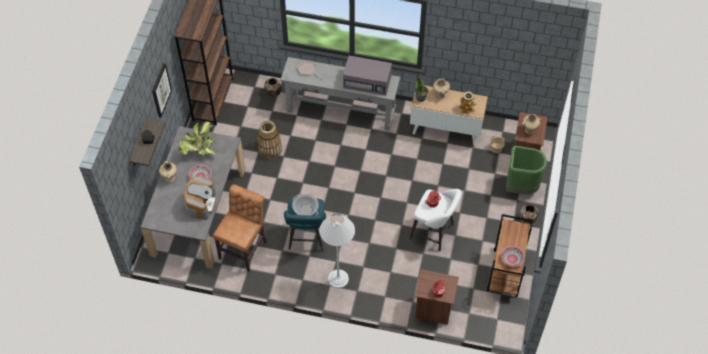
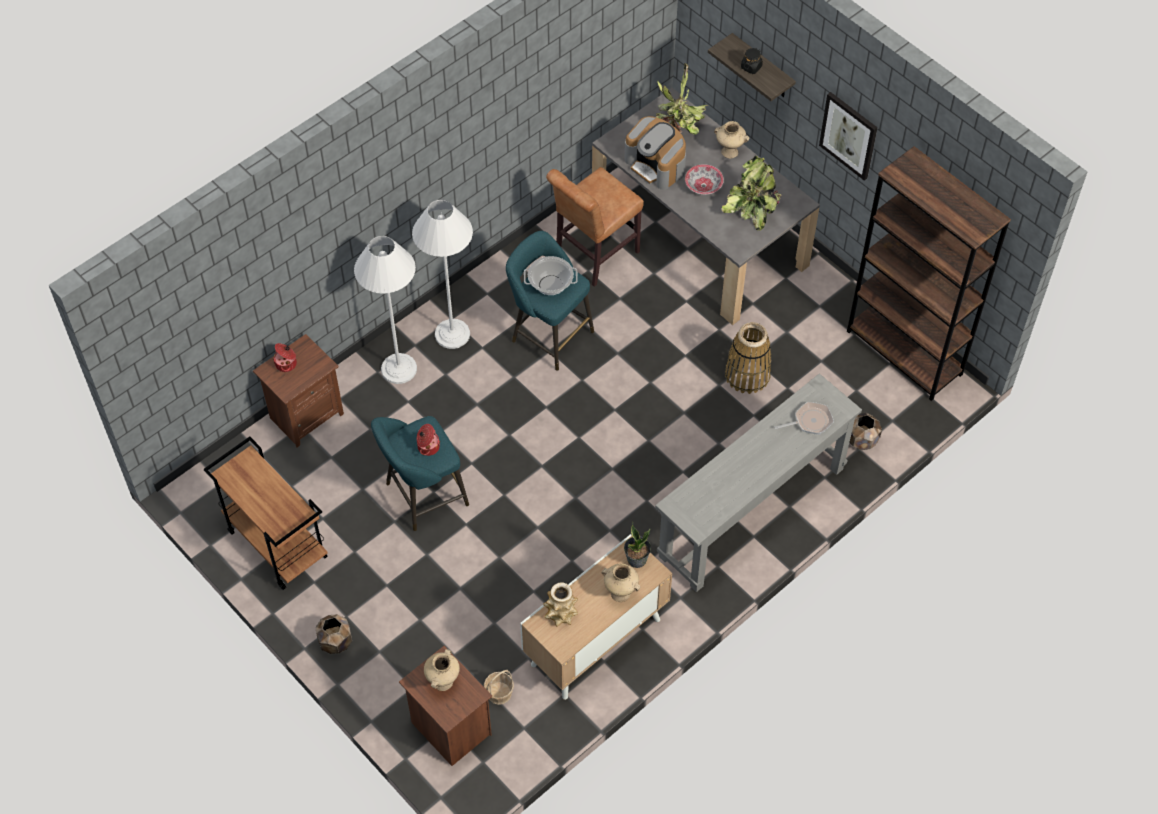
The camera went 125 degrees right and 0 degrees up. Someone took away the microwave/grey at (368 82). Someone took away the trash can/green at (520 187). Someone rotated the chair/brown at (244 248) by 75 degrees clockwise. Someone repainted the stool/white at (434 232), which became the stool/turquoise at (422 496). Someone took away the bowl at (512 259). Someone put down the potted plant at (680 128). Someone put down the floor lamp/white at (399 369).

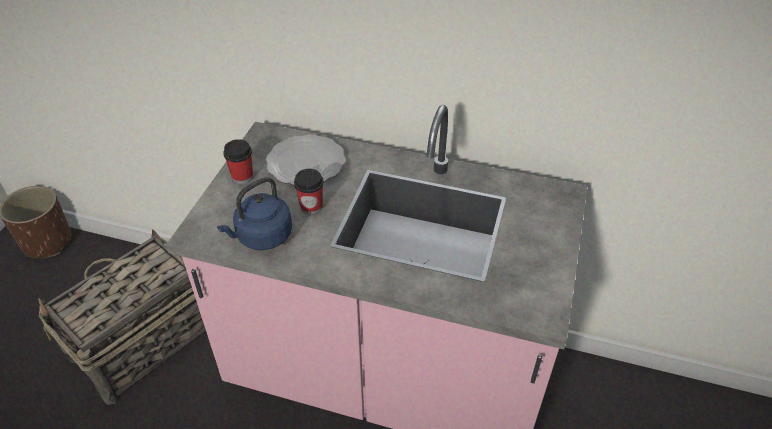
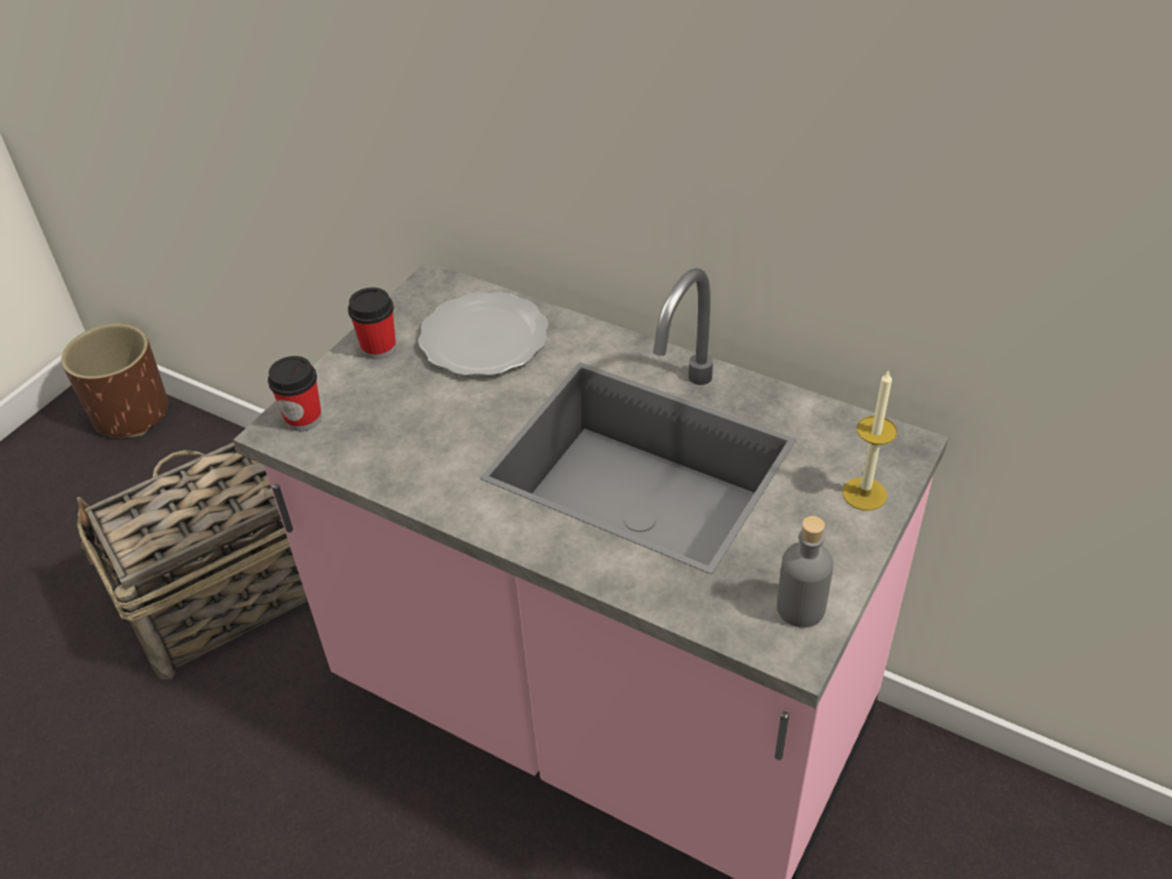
The camera went 15 degrees right and 0 degrees up. Someone carried the cup from (311 207) to (303 418). Someone took away the kettle/blue at (262 237). Someone put down the candle at (864 494). Someone put down the bottle/grey at (800 608).

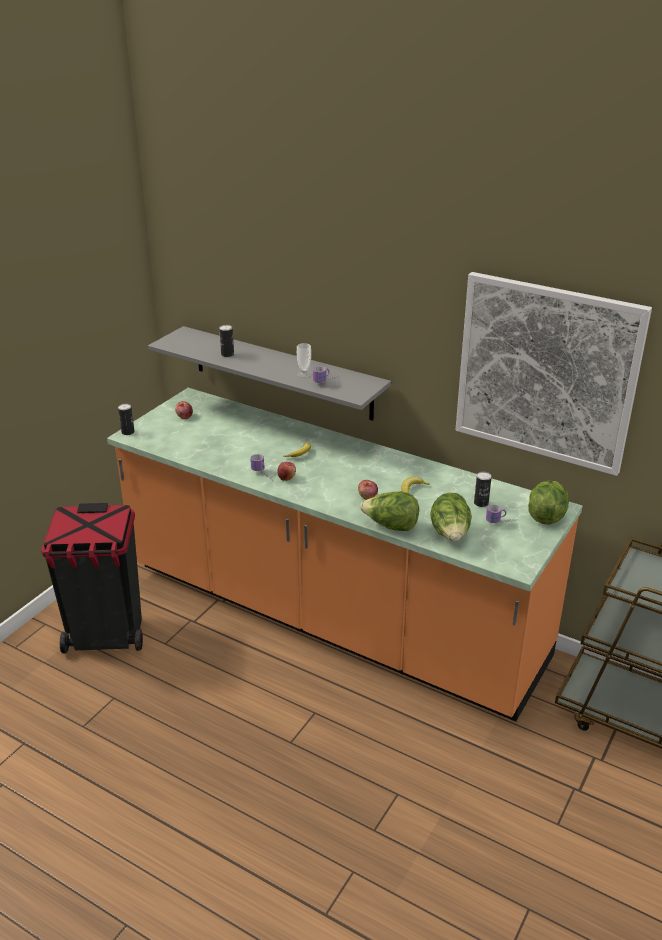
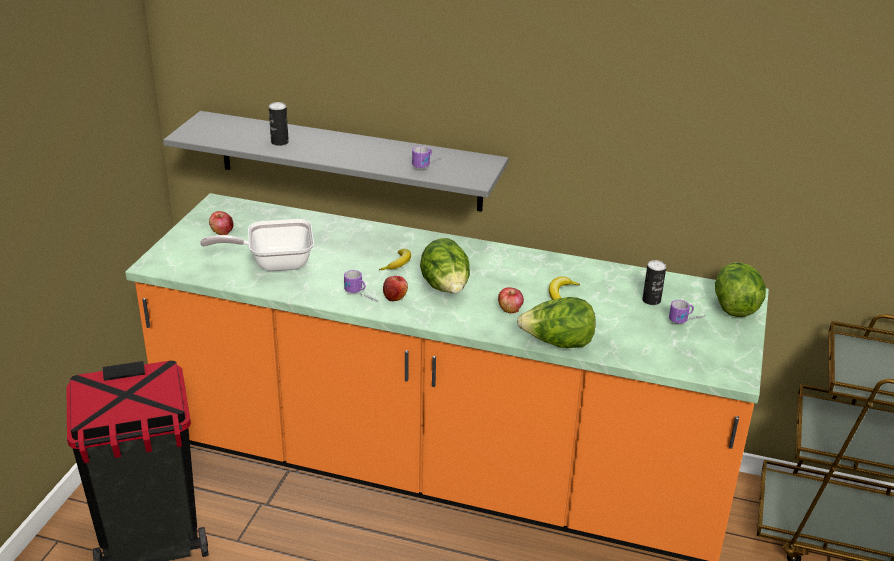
The camera went 15 degrees left and 0 degrees up. Someone took away the picture at (546 372). Someone took away the cup at (304 374). Someone took away the can at (128 432). Someone carried the lettuce from (450 535) to (446 289). Someone put down the frying pan at (273 263).

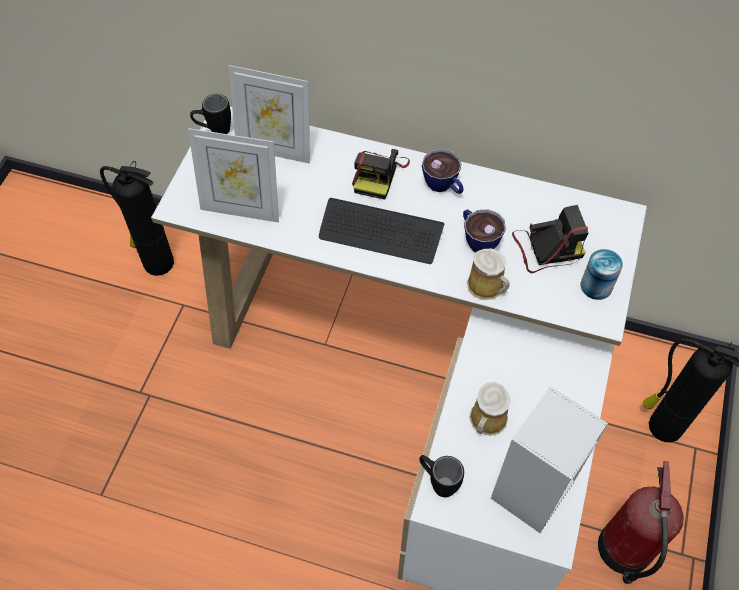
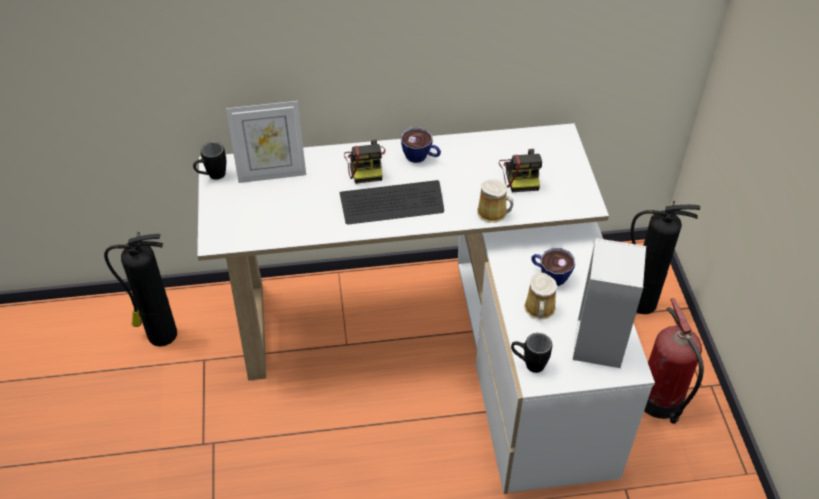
The camera went 25 degrees left and 10 degrees down. Someone took away the picture frame at (241 209). Someone rotated the photo camera at (546 249) by 120 degrees clockwise. Someone carried the cup from (477 239) to (549 275). Someone took away the can at (596 286).

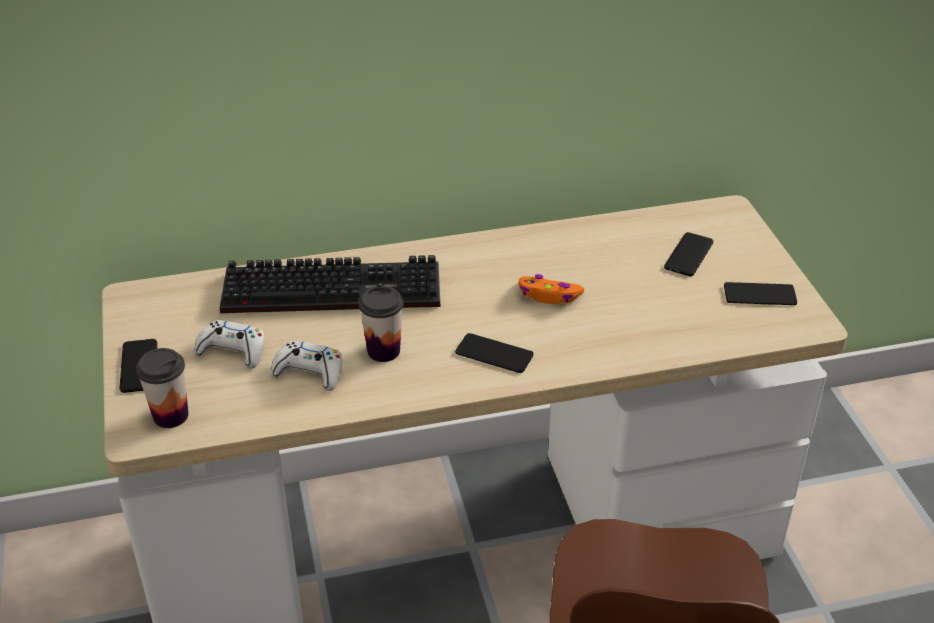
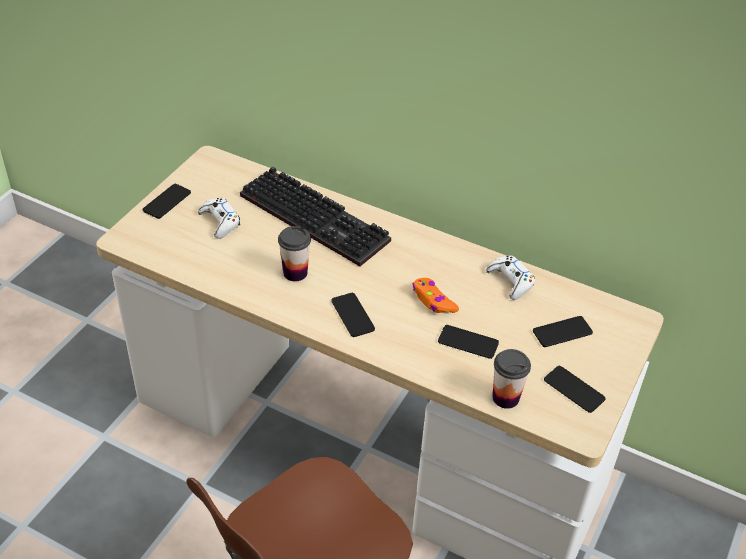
The camera went 40 degrees right and 5 degrees up. Someone carried the game controller/white from (309 372) to (510 281). Someone carried the cup from (171 416) to (505 398). Someone put down the phone at (468 342).

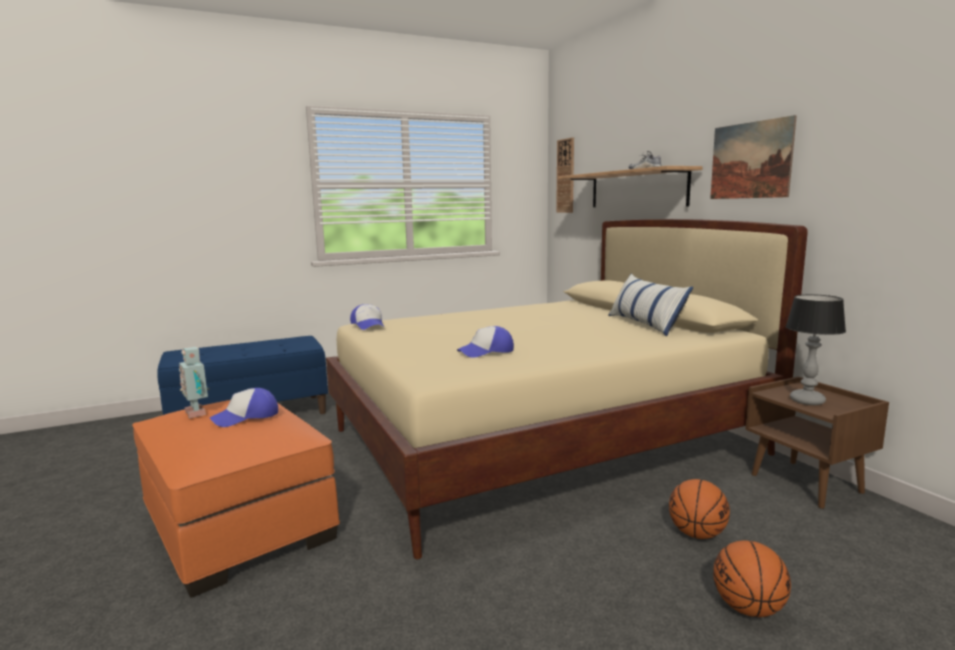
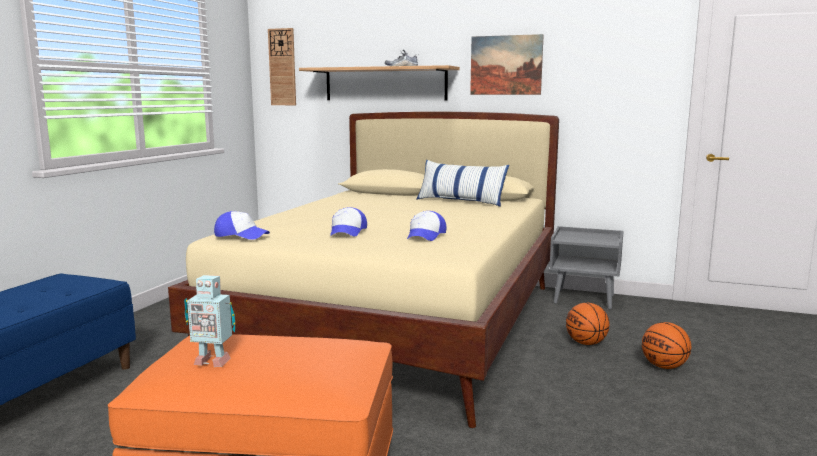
The camera went 45 degrees left and 0 degrees up. Someone took away the table lamp at (806 401). Someone repainted the nightstand/brown at (807 484), which became the nightstand/grey at (584 299). Someone carried the cap from (246 417) to (348 232).

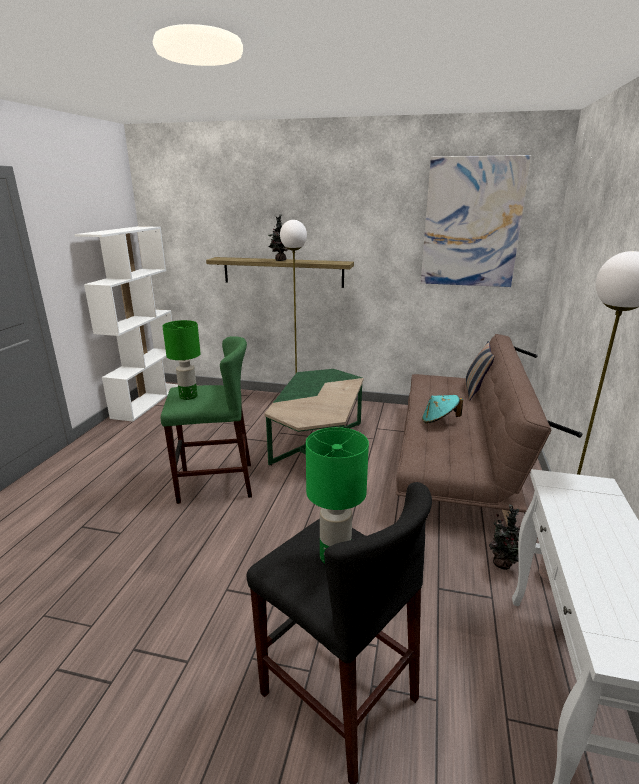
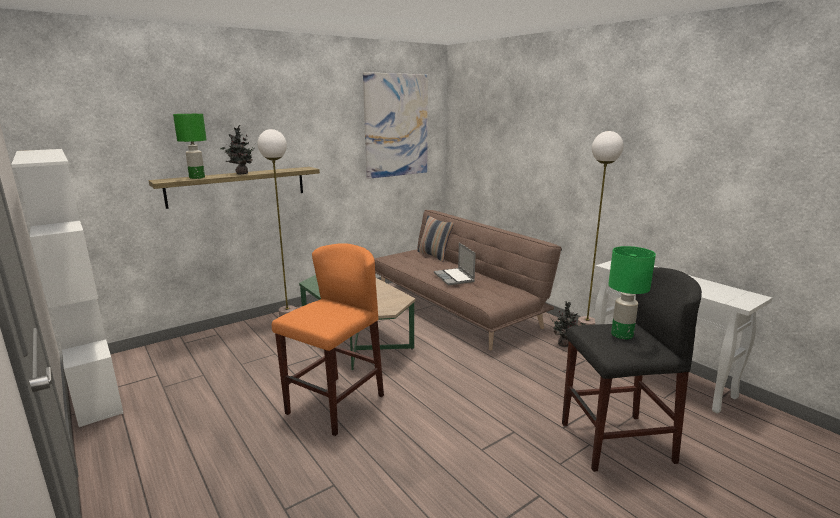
The camera went 50 degrees left and 5 degrees down. Someone carried the table lamp/green from (188 396) to (196 177). Someone repainted the stool/green at (215 482), which became the stool/orange at (335 404). Someone swapped the hat/turquoise at (439 421) for the laptop at (454 278).

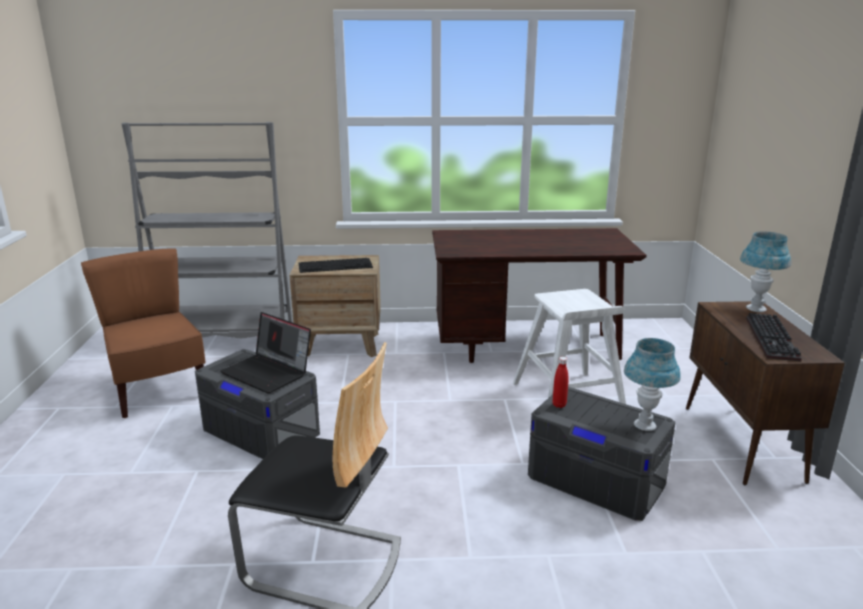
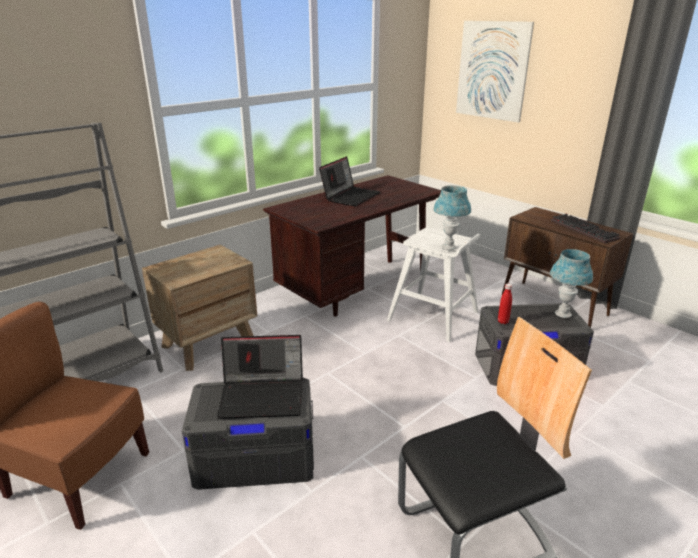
The camera went 40 degrees left and 5 degrees up. Someone carried the table lamp/blue from (756 309) to (448 247). Someone took away the keyboard at (336 265). Someone put up the picture at (492 70). Someone put down the laptop at (350 196).

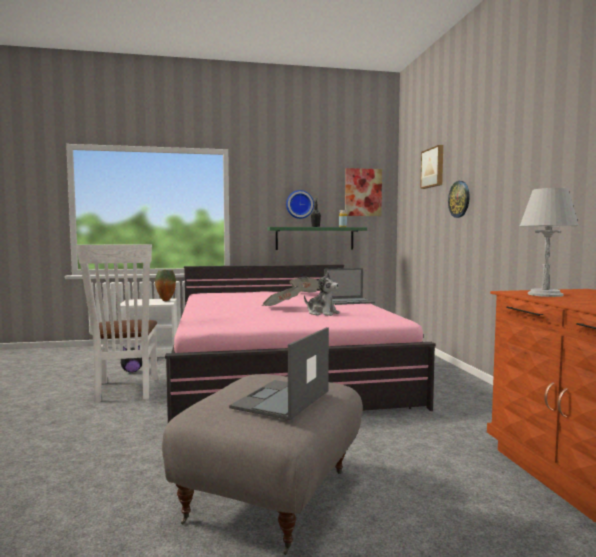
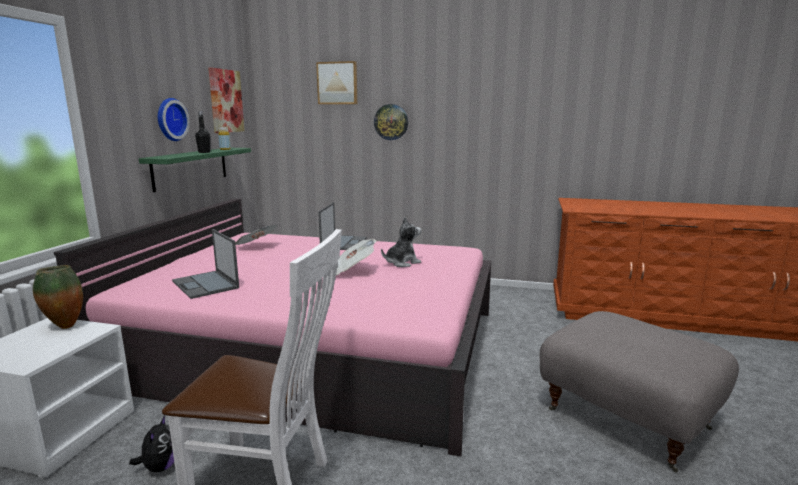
The camera went 65 degrees left and 10 degrees up. Someone took away the table lamp/grey at (545 294). Someone carried the laptop from (281 400) to (206 284).

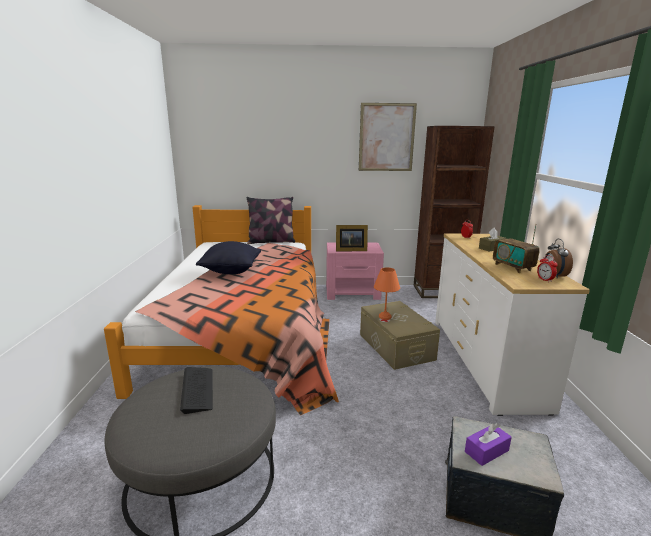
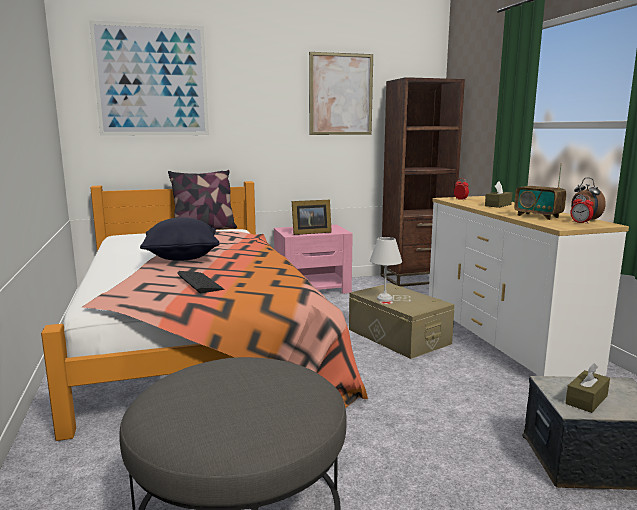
The camera went 15 degrees left and 5 degrees down. Someone repainted the table lamp/orange at (384 316), which became the table lamp/white at (383 299). Someone carried the keyboard from (197 390) to (200 283). Someone repainted the tissue box/purple at (486 451), which became the tissue box/brown at (586 400). Someone put up the picture at (152 80).

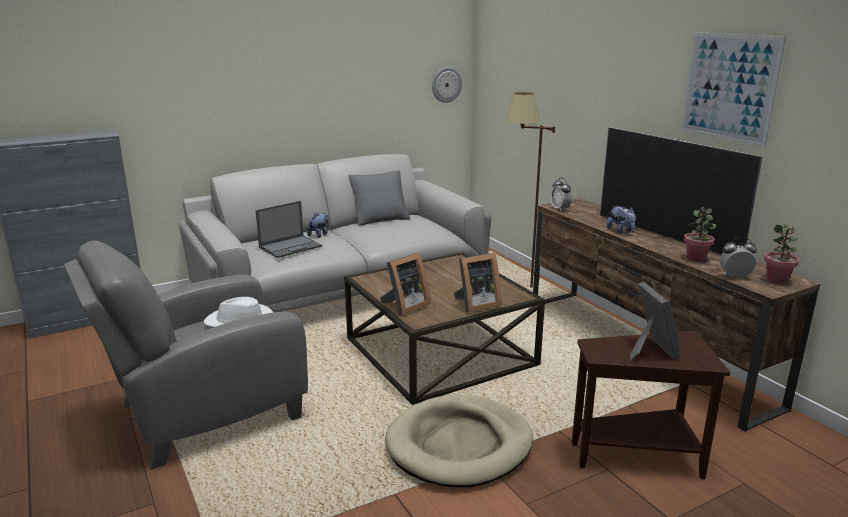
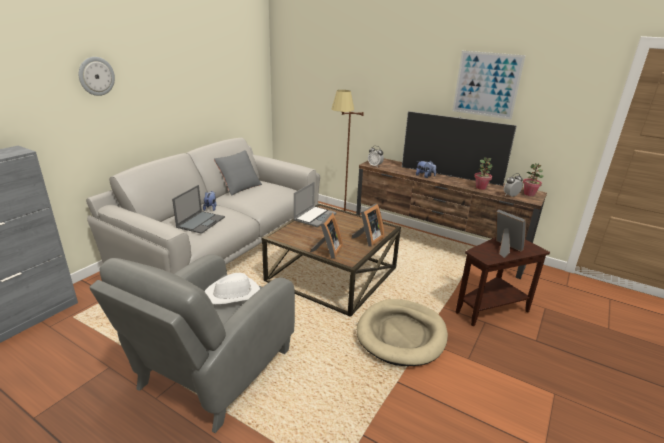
The camera went 30 degrees left and 5 degrees up. Someone carried the wall clock from (446 84) to (96 76). Someone put down the laptop at (314 217).

